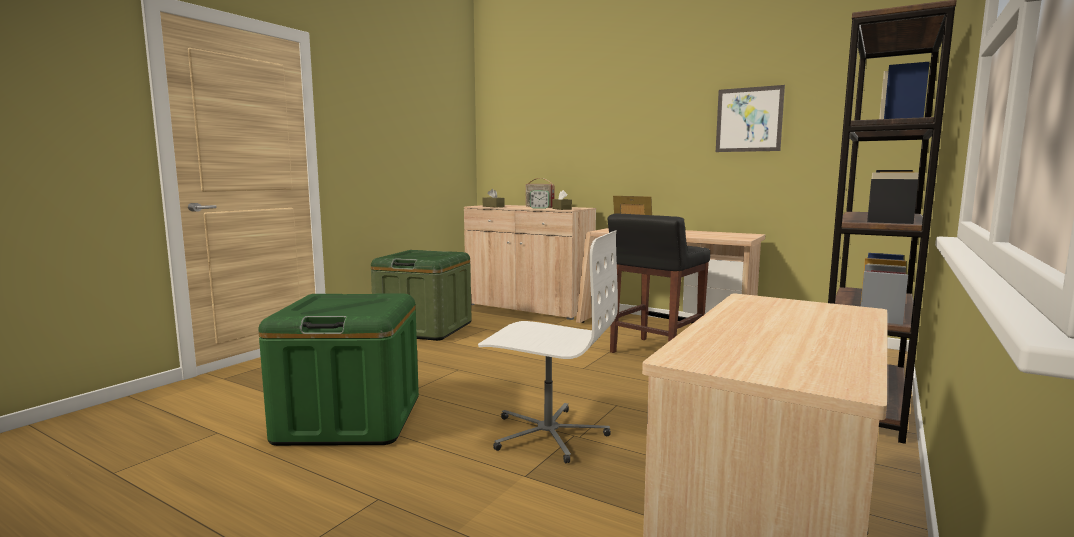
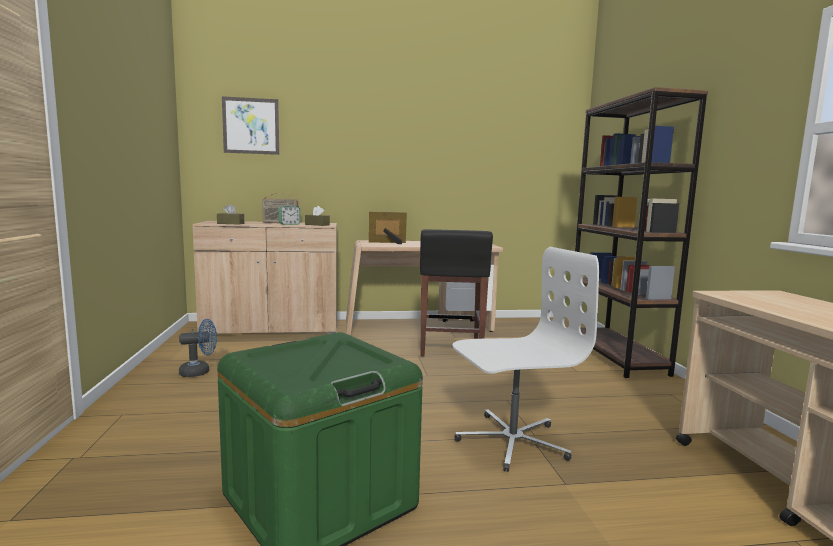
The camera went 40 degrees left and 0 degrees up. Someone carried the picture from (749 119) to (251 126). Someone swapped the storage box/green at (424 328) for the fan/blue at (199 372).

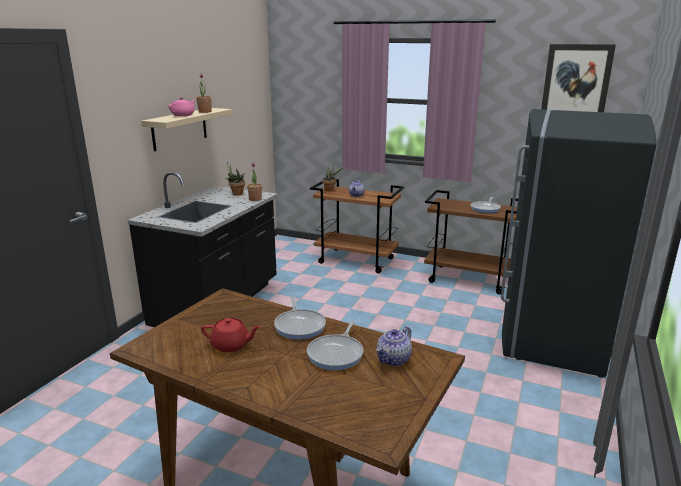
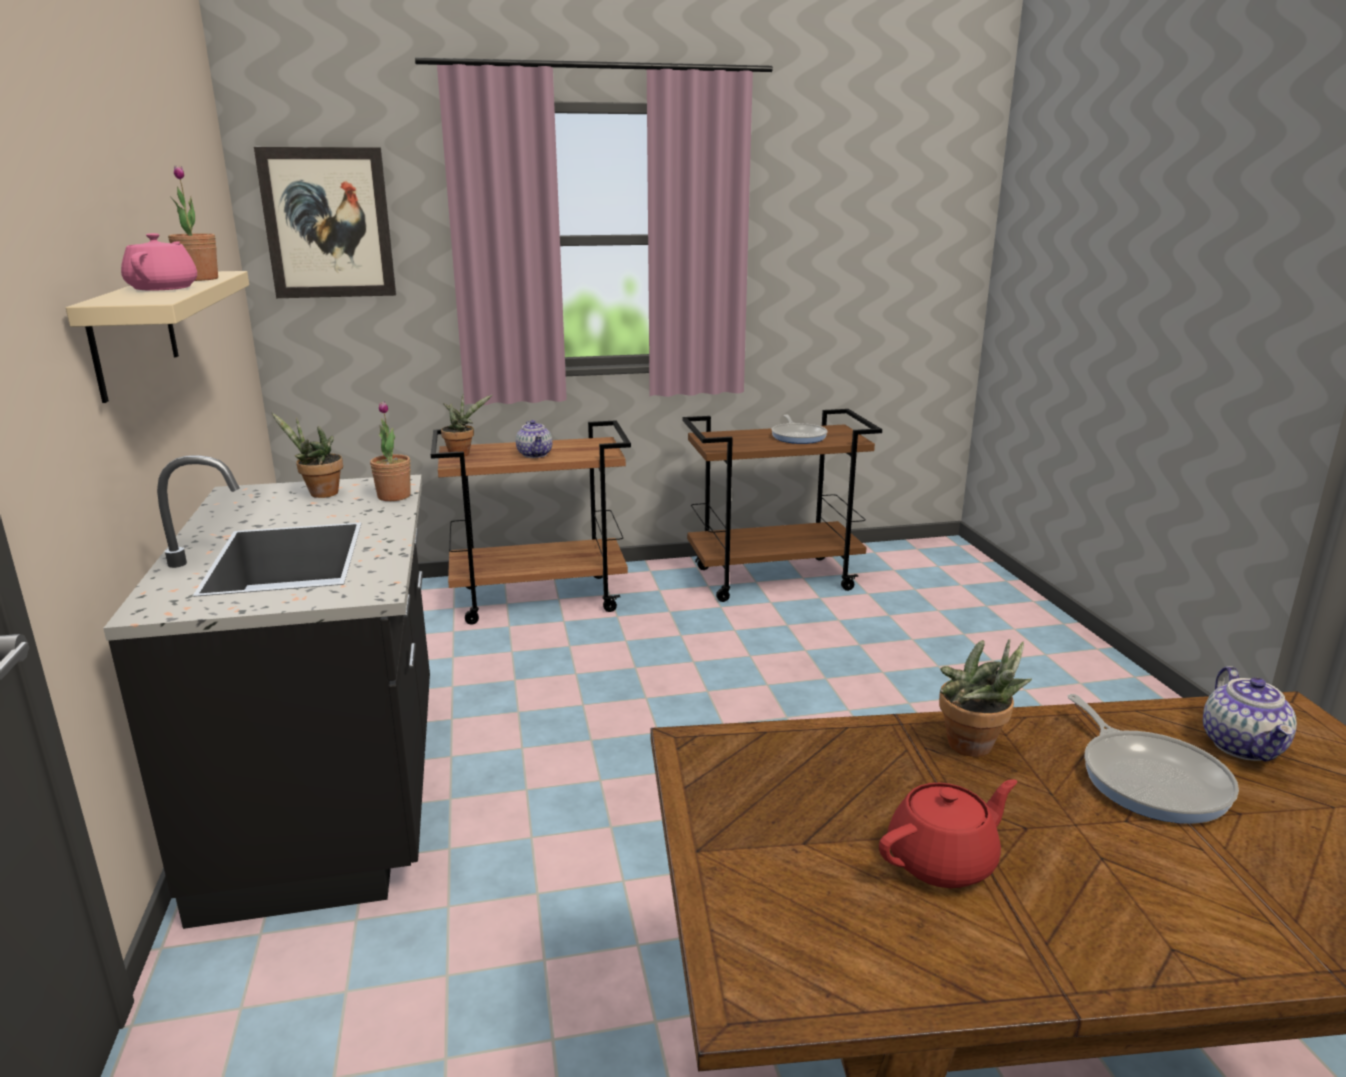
The camera went 35 degrees left and 0 degrees up. Someone carried the picture from (576 82) to (328 223). Someone took away the fridge/grey at (551 334). Someone swapped the frying pan at (300 325) for the potted plant at (975 748).

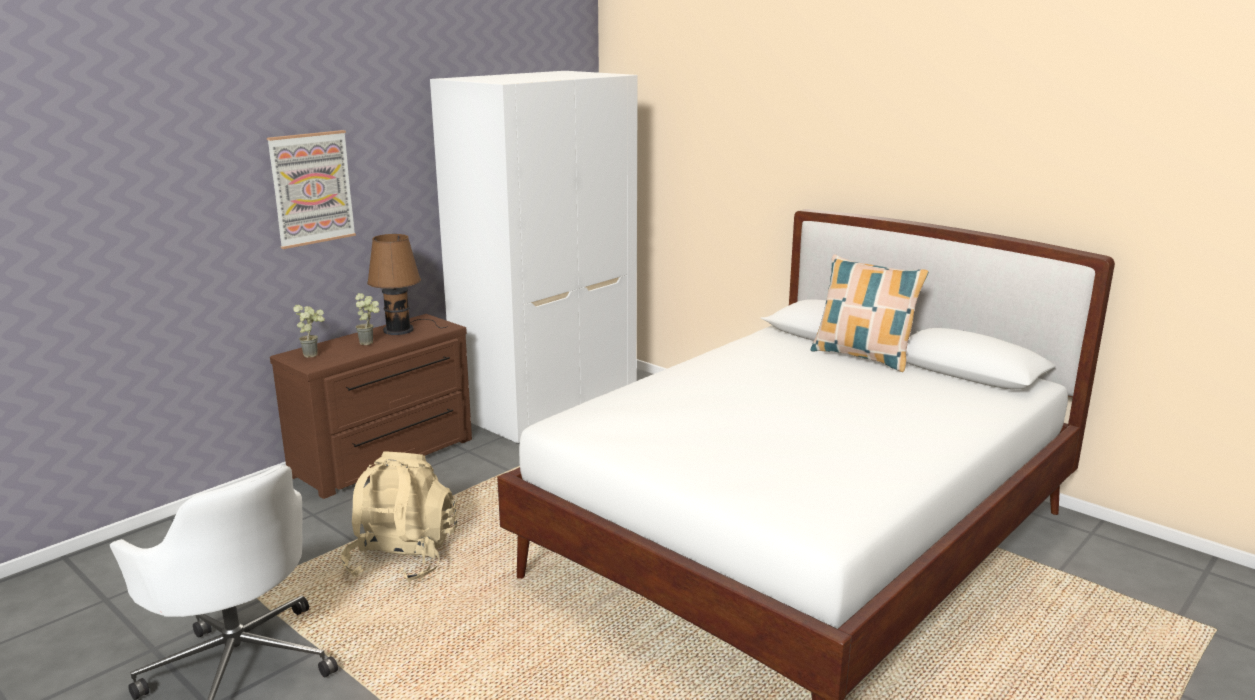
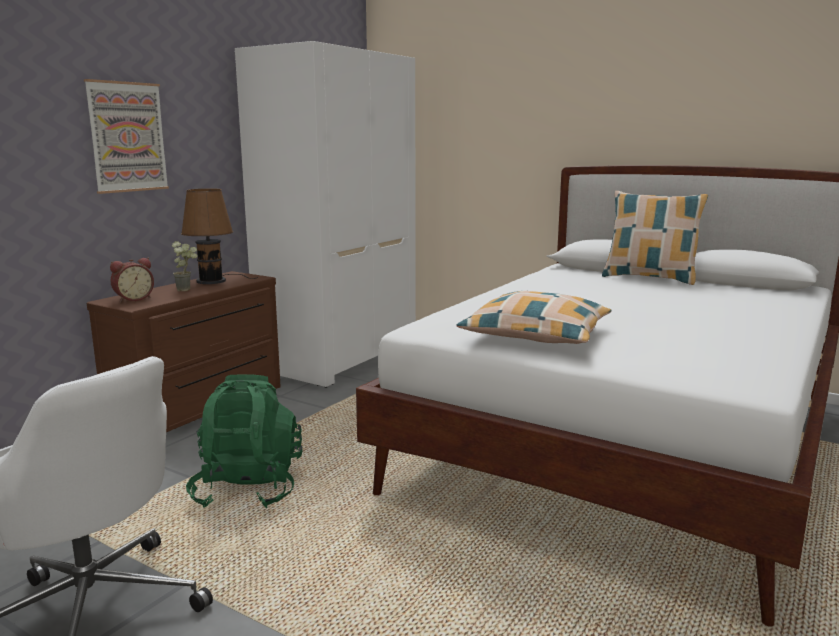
The camera went 10 degrees left and 5 degrees down. Someone swapped the potted plant at (314 354) for the alarm clock at (133 299). Someone repainted the backpack/beige at (403 559), which became the backpack/green at (248 489). Someone put down the pillow at (536 335).

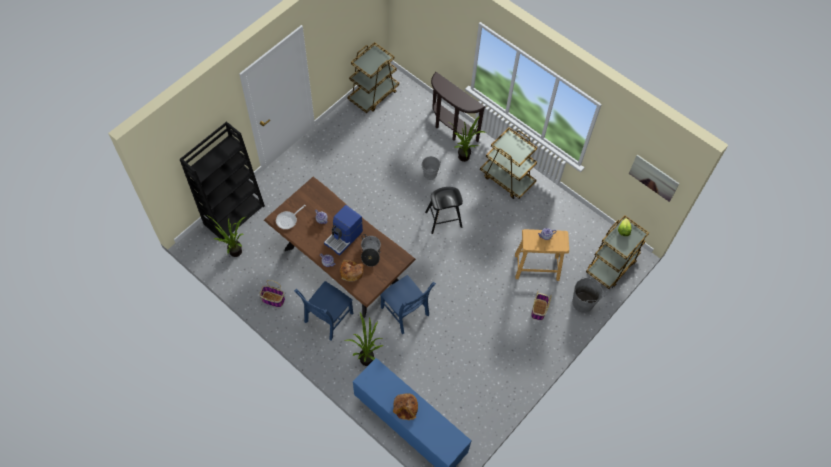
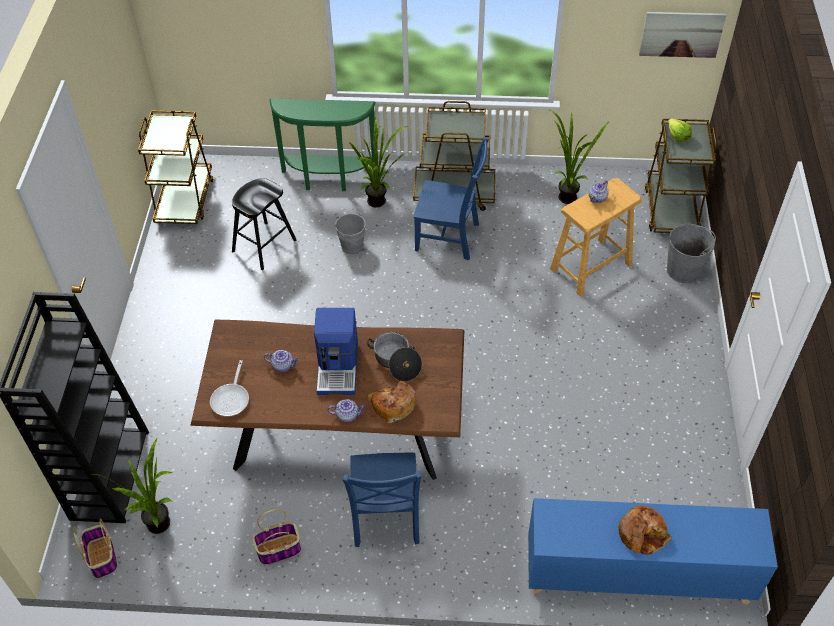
The camera went 35 degrees left and 10 degrees down. Someone repainted the console table/brown at (450 129), which became the console table/green at (328 180). Someone carried the stool/black from (443 220) to (264 246). Someone carried the chair/blue from (406 313) to (450 238). Someone carried the basket from (539 310) to (102 558). Someone carried the potted plant from (367 357) to (565 195).

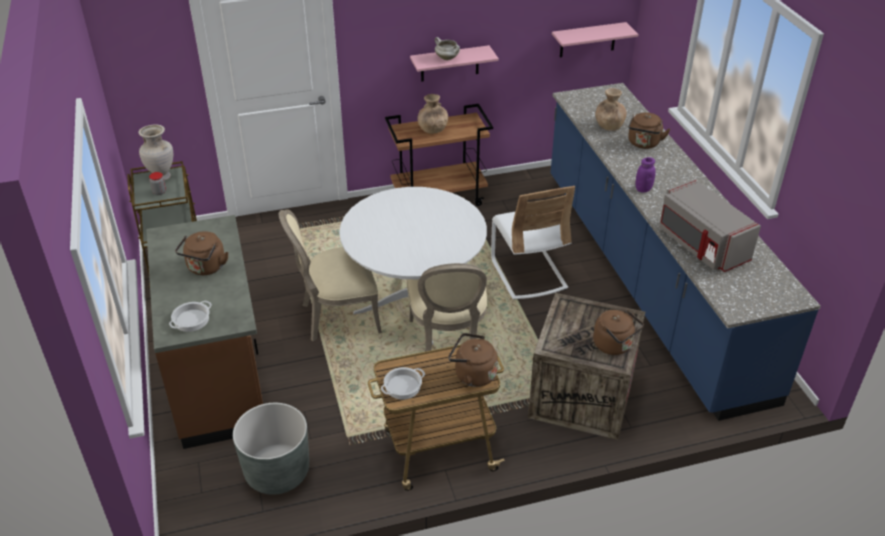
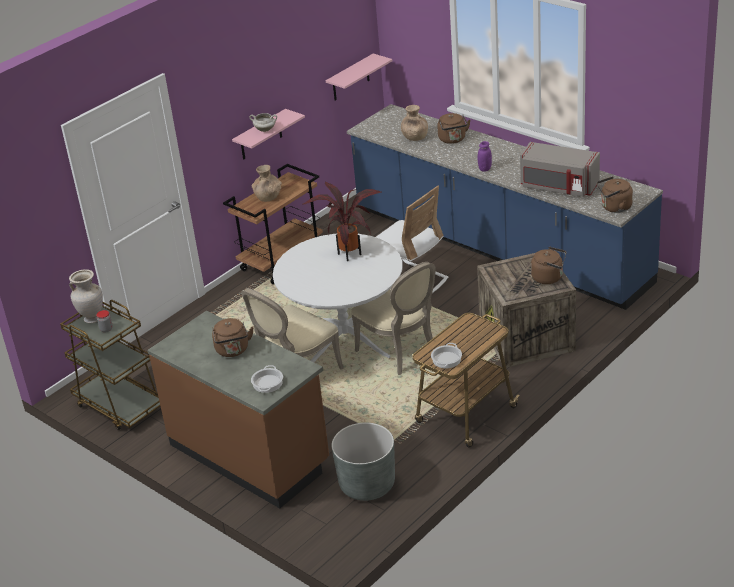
The camera went 30 degrees left and 5 degrees down. Someone carried the kettle/brown from (472 374) to (614 207). Someone put down the potted plant at (349 253).

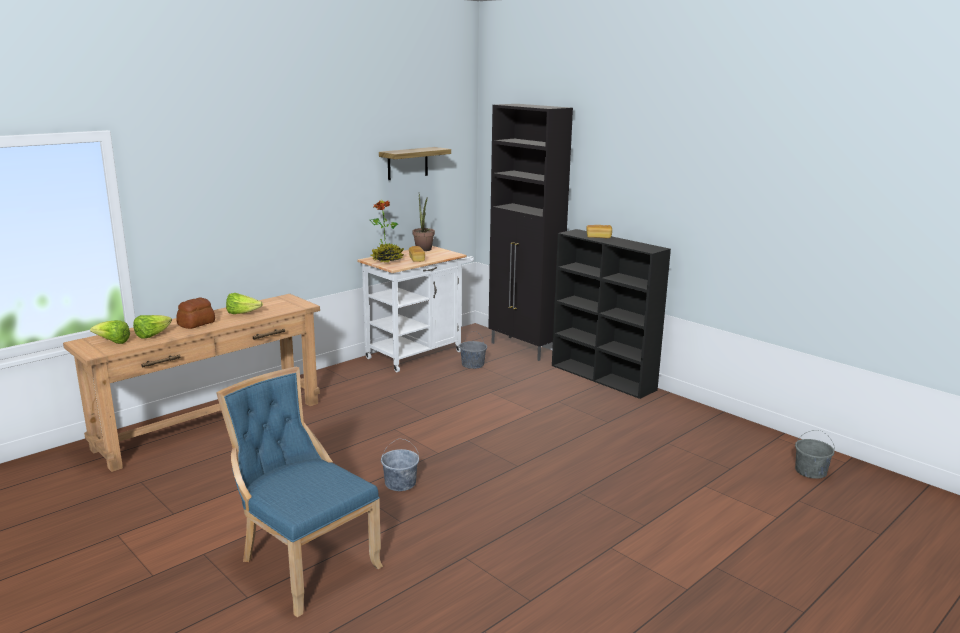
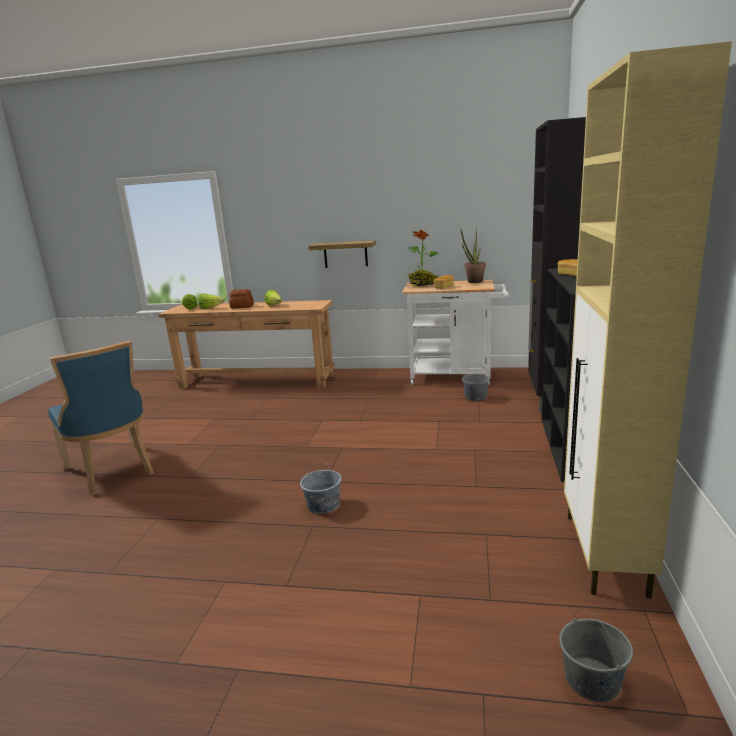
The camera went 55 degrees right and 0 degrees up. Someone carried the shelf from (407 163) to (345 254). Someone rotated the chair/blue at (304 564) by 135 degrees clockwise. Someone carried the bucket/grey from (400 483) to (323 505). Someone put down the cabinet/beige at (604 554).

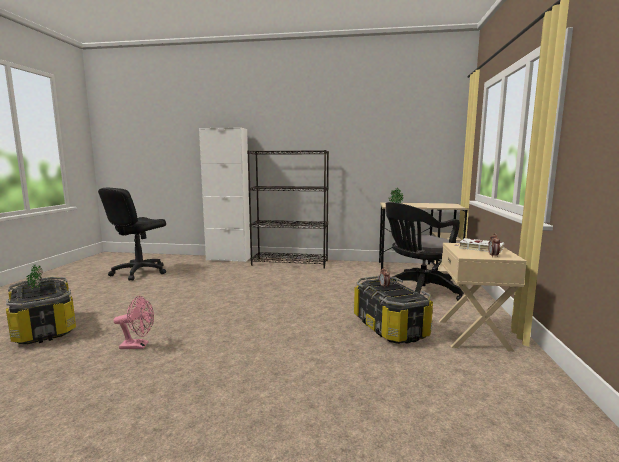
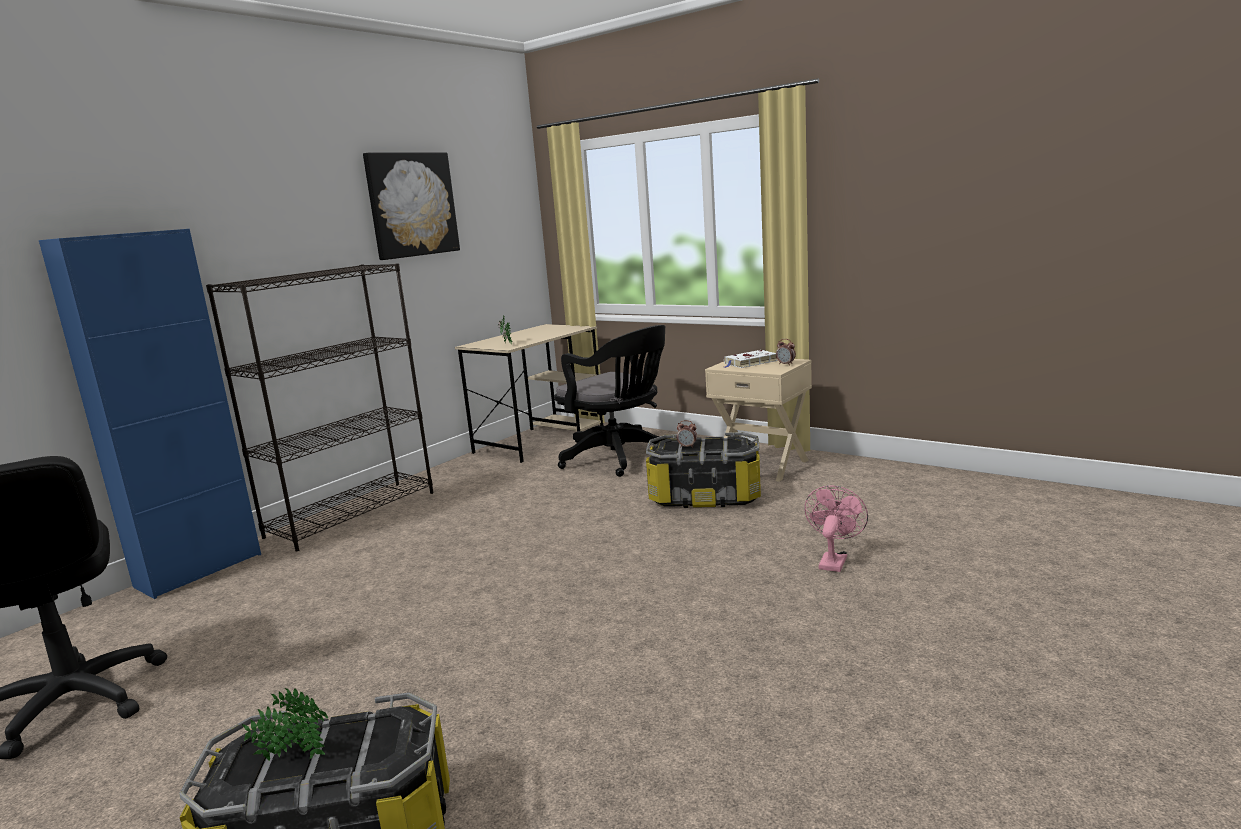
The camera went 60 degrees left and 5 degrees up. Someone repainted the cabinet/white at (228 259), which became the cabinet/blue at (199 570). Someone rotated the office chair/black at (419 291) by 45 degrees counterclockwise. Someone carried the fan/pink from (138 346) to (833 560). Someone put up the picture at (412 205).

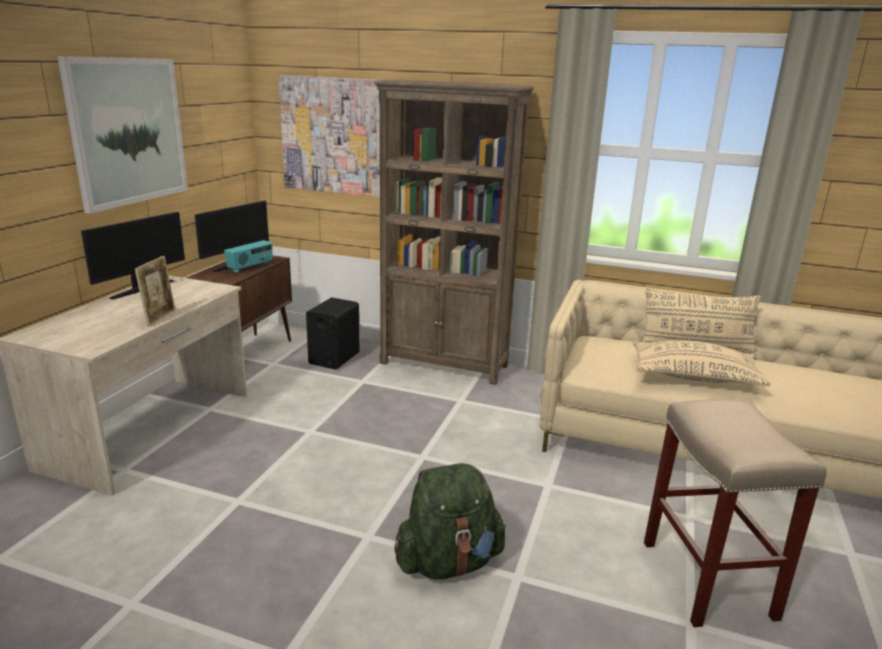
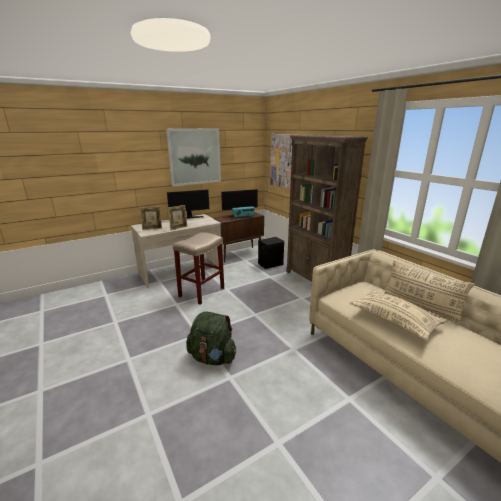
The camera went 40 degrees right and 0 degrees up. Someone carried the stool/beige from (709 580) to (201 292). Someone put down the picture frame at (152 229).

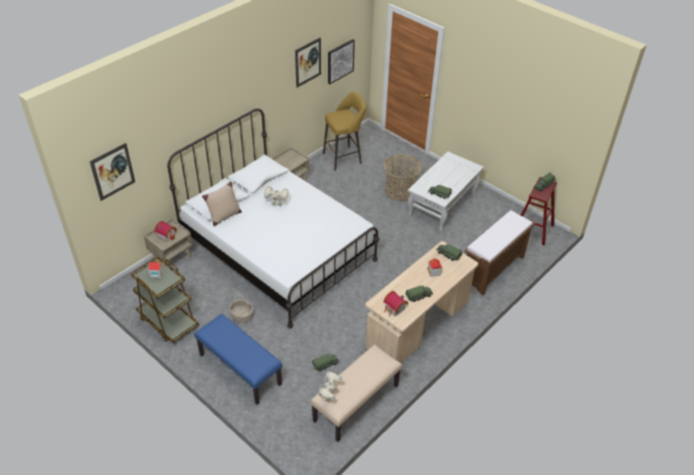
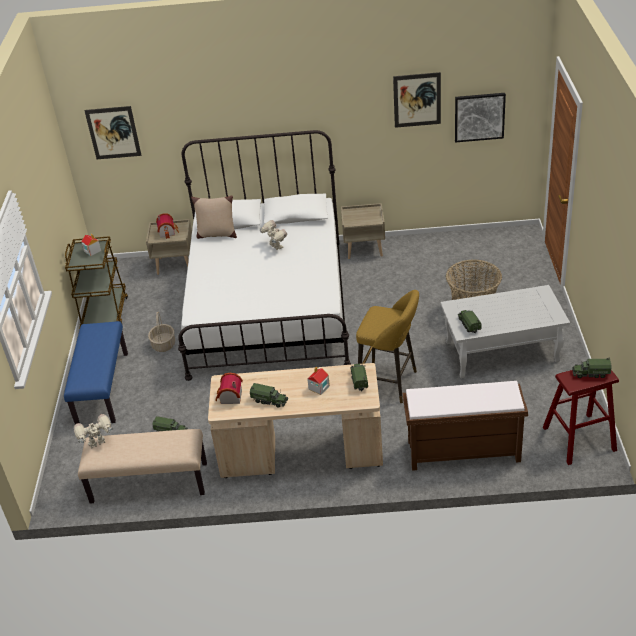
The camera went 50 degrees right and 5 degrees down. Someone carried the stool/yellow from (344 158) to (390 383).

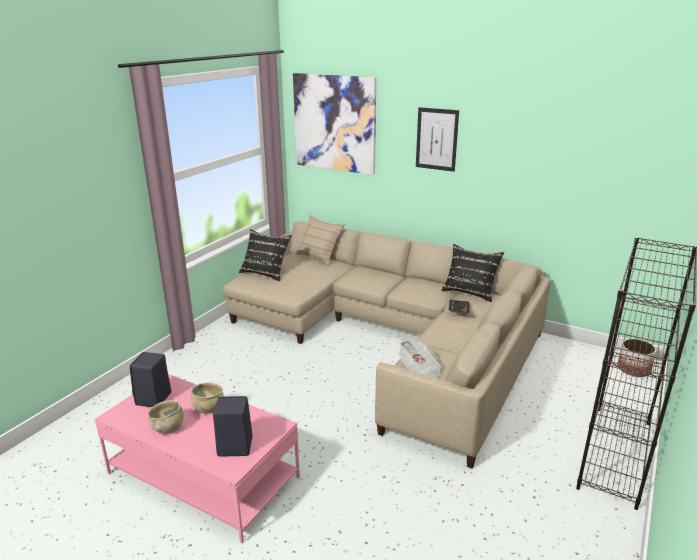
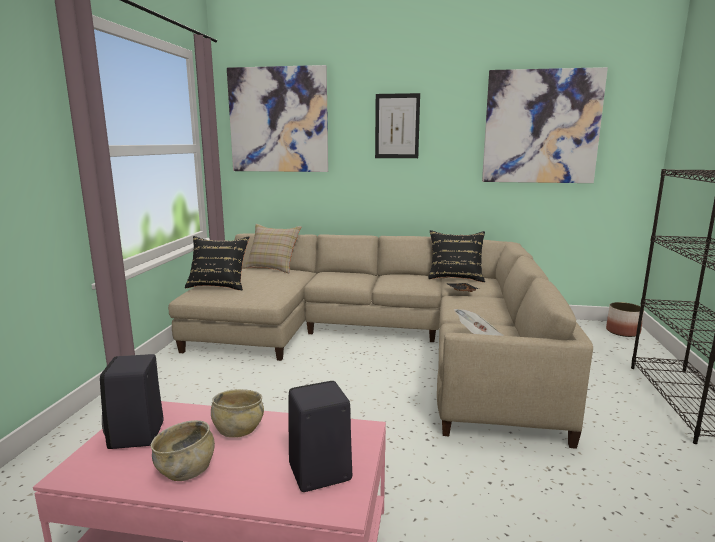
The camera went 20 degrees left and 10 degrees down. Someone put up the picture at (541 127).

